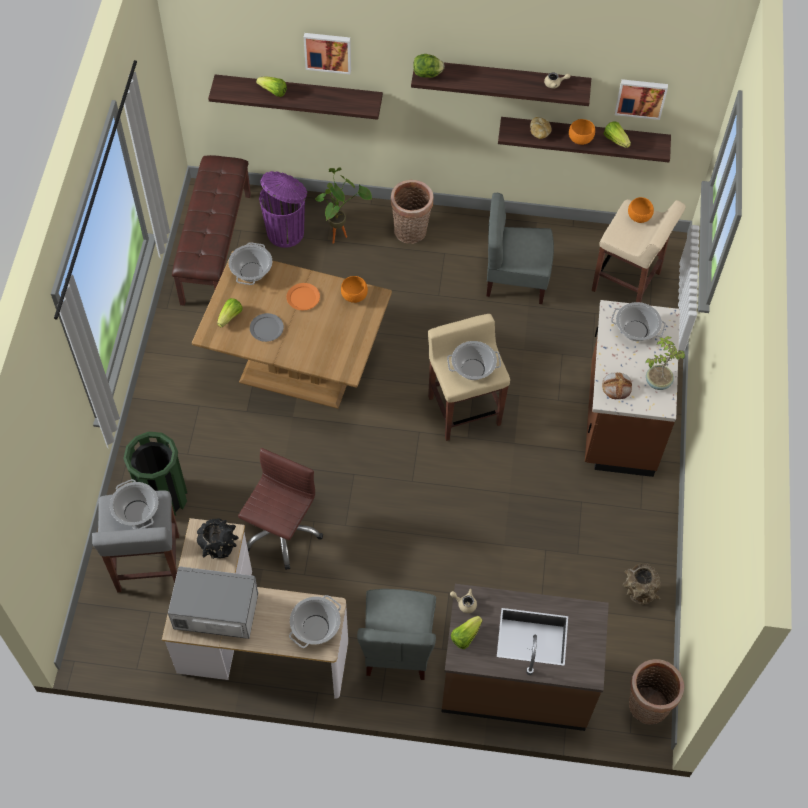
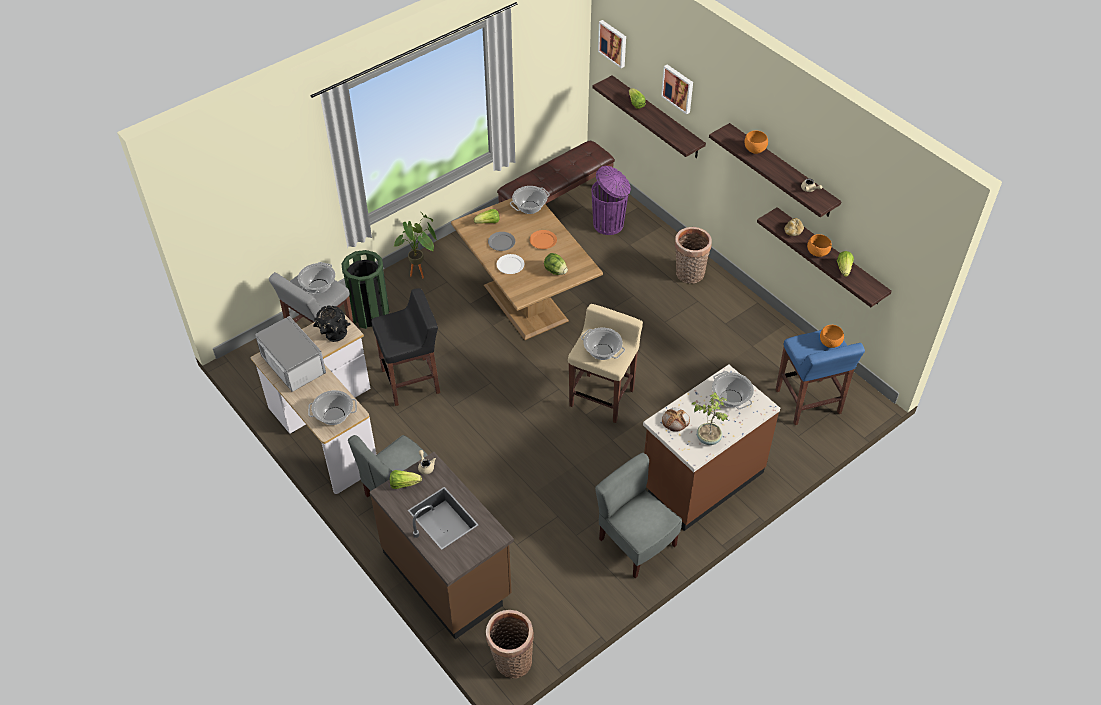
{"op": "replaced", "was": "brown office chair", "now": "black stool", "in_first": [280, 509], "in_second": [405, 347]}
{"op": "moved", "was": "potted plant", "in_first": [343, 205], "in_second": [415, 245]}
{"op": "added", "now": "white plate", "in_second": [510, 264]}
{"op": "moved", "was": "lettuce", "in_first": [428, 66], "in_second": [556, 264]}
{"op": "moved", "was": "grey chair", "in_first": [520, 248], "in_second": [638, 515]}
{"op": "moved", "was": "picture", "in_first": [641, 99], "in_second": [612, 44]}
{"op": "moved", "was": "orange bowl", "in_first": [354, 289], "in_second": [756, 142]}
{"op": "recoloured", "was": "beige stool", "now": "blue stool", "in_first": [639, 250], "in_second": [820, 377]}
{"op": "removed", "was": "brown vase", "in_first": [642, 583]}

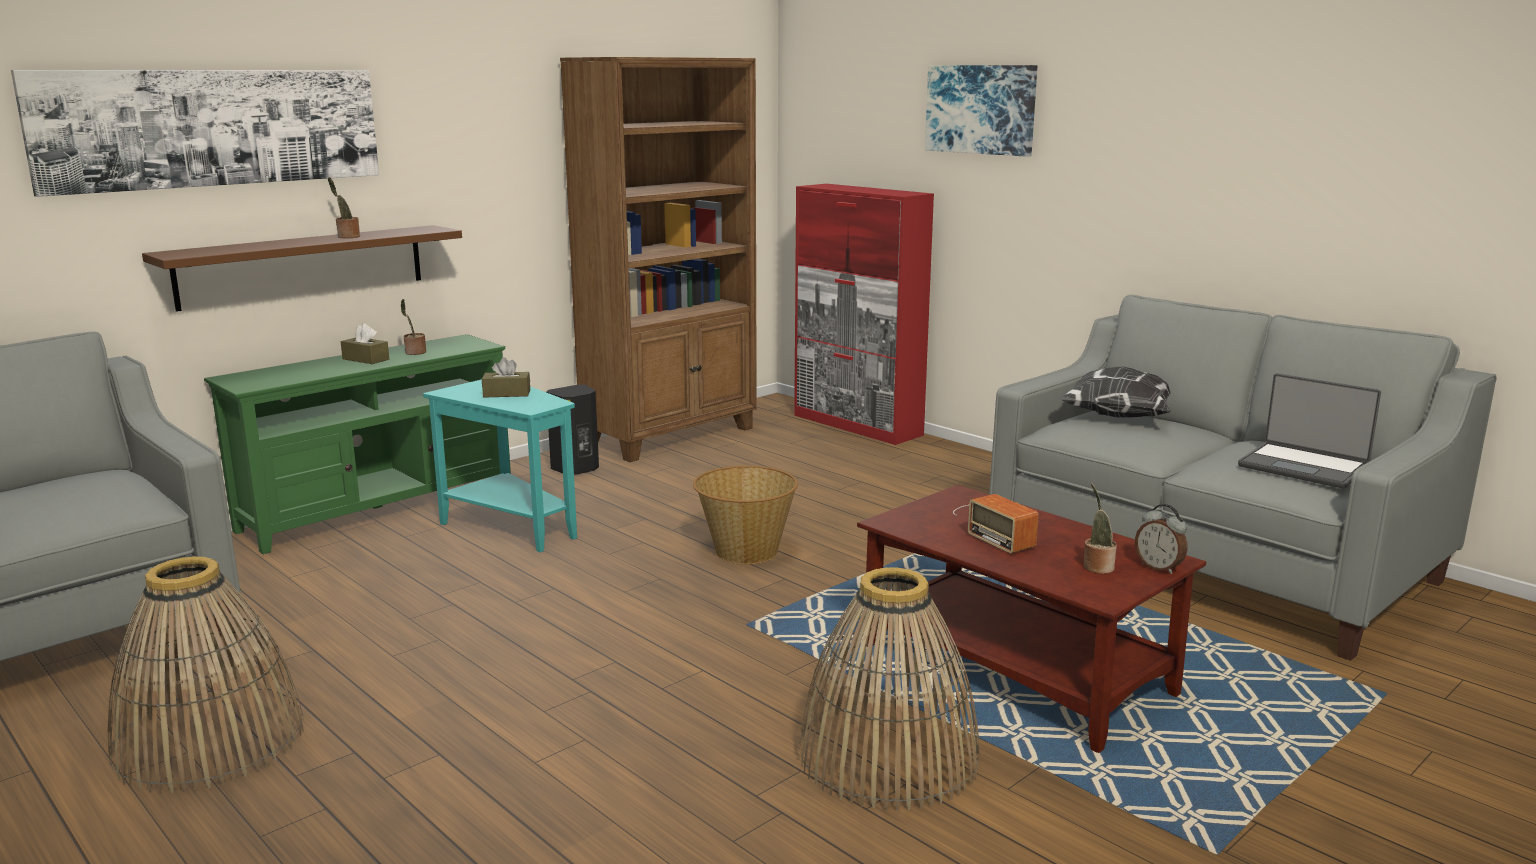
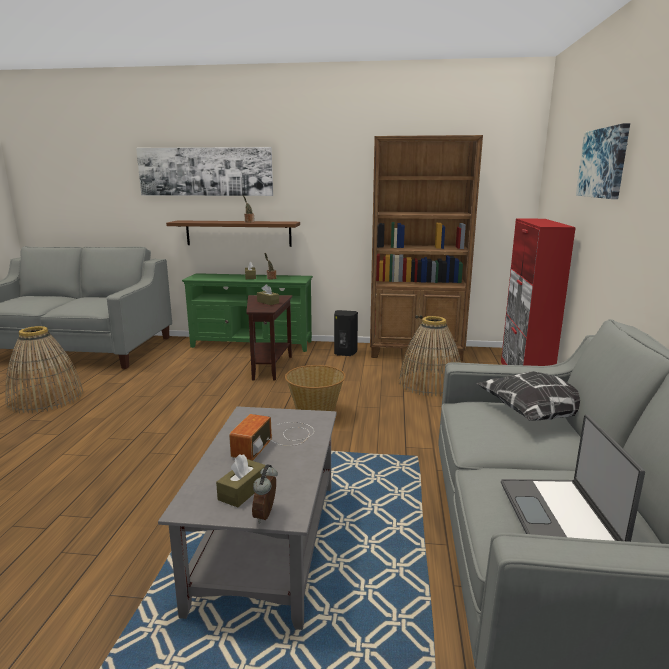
{"op": "recoloured", "was": "brown coffee table", "now": "grey coffee table", "in_first": [1031, 619], "in_second": [247, 518]}
{"op": "replaced", "was": "potted plant", "now": "brown tissue box", "in_first": [1100, 528], "in_second": [241, 481]}
{"op": "recoloured", "was": "turquoise side table", "now": "brown side table", "in_first": [500, 465], "in_second": [269, 337]}
{"op": "moved", "was": "basket", "in_first": [889, 689], "in_second": [430, 356]}

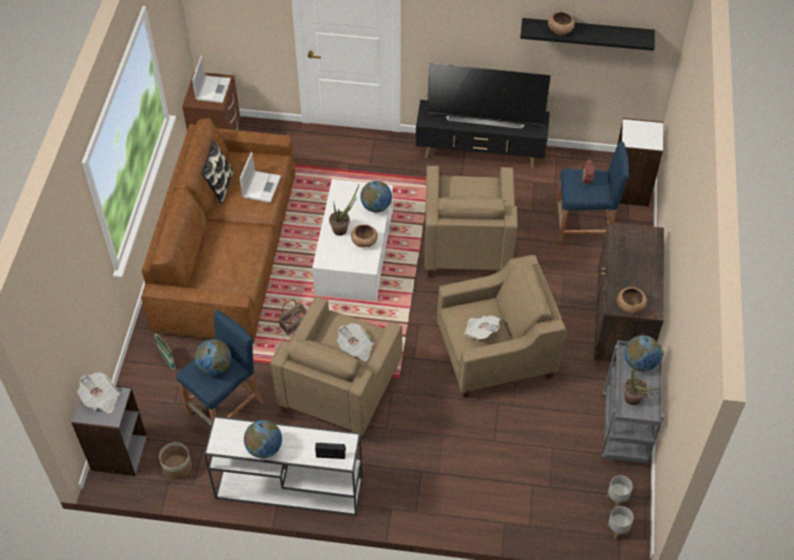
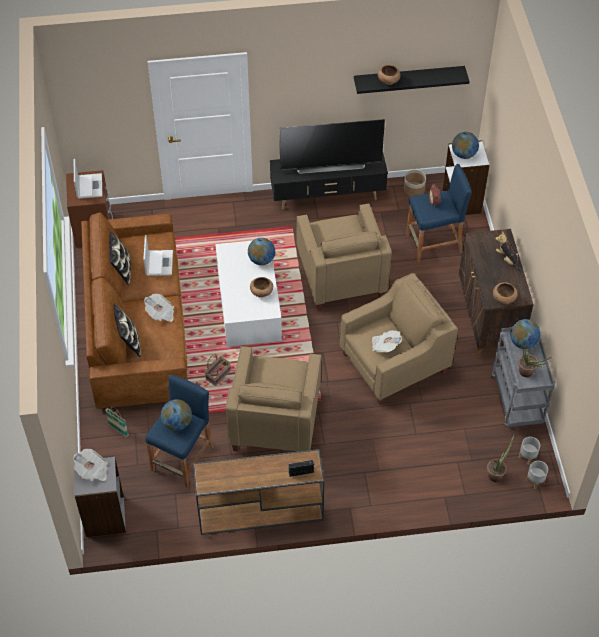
{"op": "added", "now": "pillow", "in_second": [127, 330]}
{"op": "moved", "was": "newspaper", "in_first": [355, 342], "in_second": [159, 308]}
{"op": "recoloured", "was": "white console table", "now": "brown console table", "in_first": [283, 466], "in_second": [258, 492]}
{"op": "moved", "was": "planter", "in_first": [175, 461], "in_second": [415, 183]}
{"op": "moved", "was": "globe", "in_first": [263, 439], "in_second": [465, 145]}
{"op": "moved", "was": "potted plant", "in_first": [344, 210], "in_second": [500, 458]}
{"op": "added", "now": "plush toy", "in_second": [508, 251]}

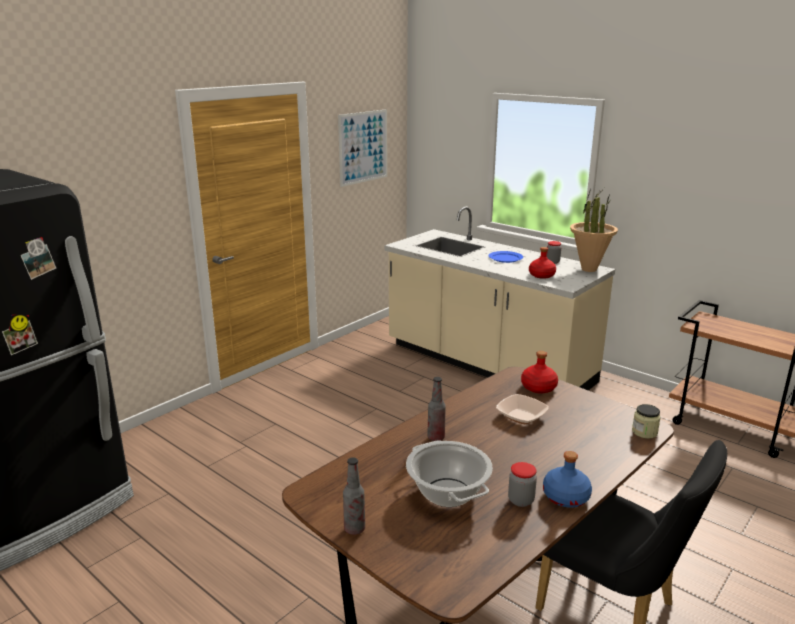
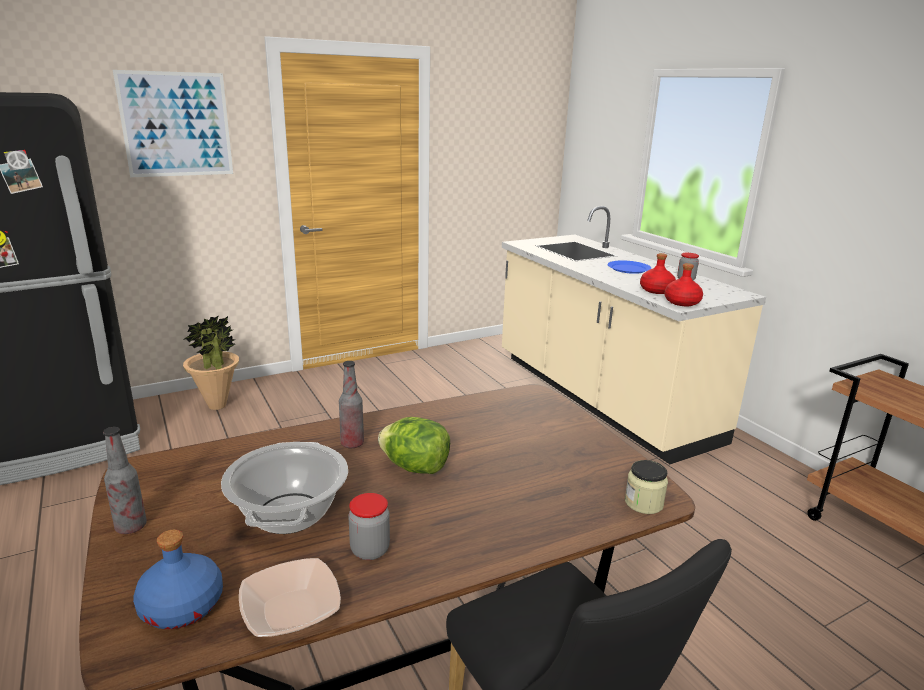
{"op": "moved", "was": "picture", "in_first": [362, 148], "in_second": [173, 123]}
{"op": "moved", "was": "blue bottle", "in_first": [567, 479], "in_second": [178, 579]}
{"op": "moved", "was": "potted plant", "in_first": [594, 230], "in_second": [211, 362]}
{"op": "moved", "was": "bowl", "in_first": [522, 409], "in_second": [290, 597]}
{"op": "added", "now": "lettuce", "in_second": [414, 445]}
{"op": "moved", "was": "red bottle", "in_first": [539, 372], "in_second": [683, 284]}

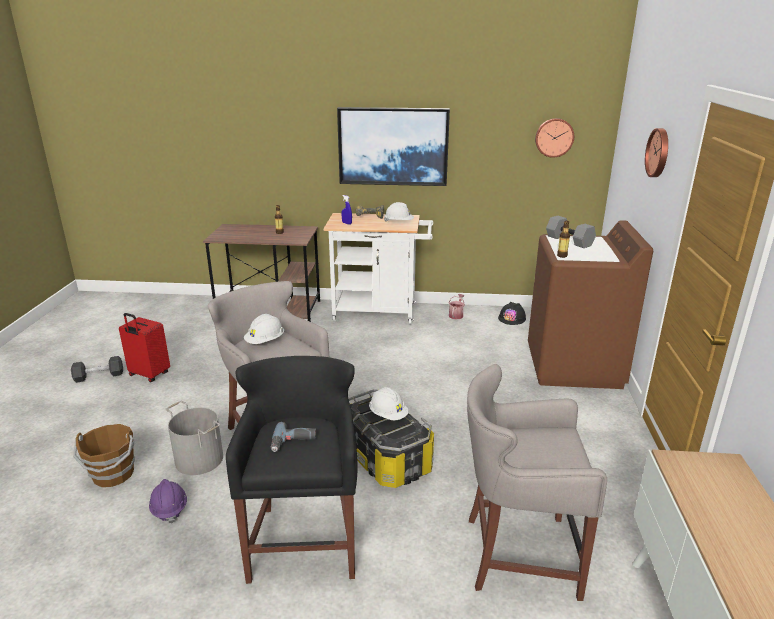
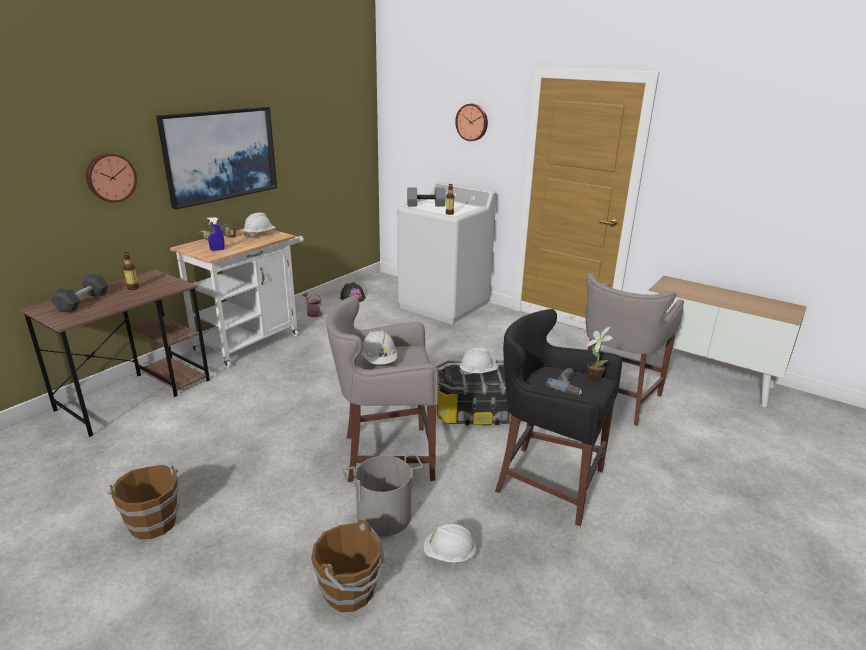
{"op": "moved", "was": "black dumbbell", "in_first": [97, 369], "in_second": [80, 293]}
{"op": "moved", "was": "wall clock", "in_first": [554, 138], "in_second": [111, 178]}
{"op": "replaced", "was": "red suitcase", "now": "brown bucket", "in_first": [144, 347], "in_second": [143, 502]}
{"op": "recoloured", "was": "brown washing machine", "now": "white washing machine", "in_first": [590, 304], "in_second": [447, 253]}
{"op": "recoloured", "was": "purple hard hat", "now": "white hard hat", "in_first": [168, 501], "in_second": [450, 543]}
{"op": "added", "now": "potted plant", "in_second": [599, 354]}

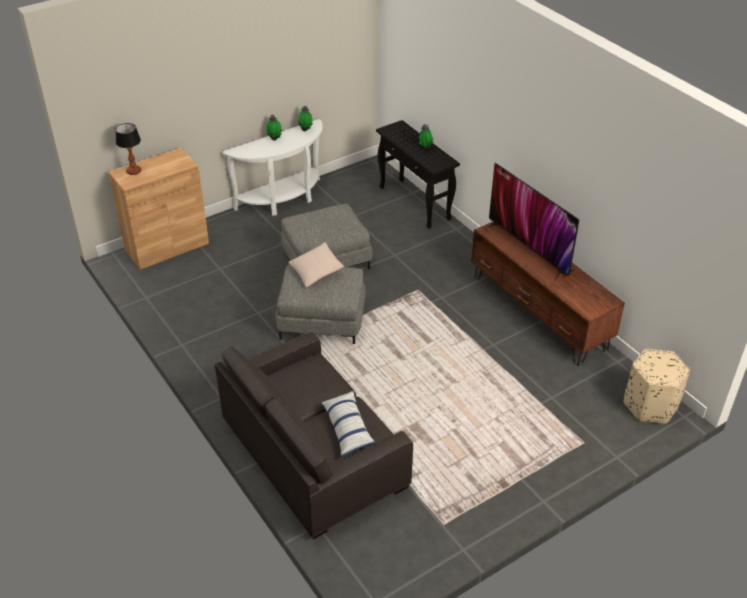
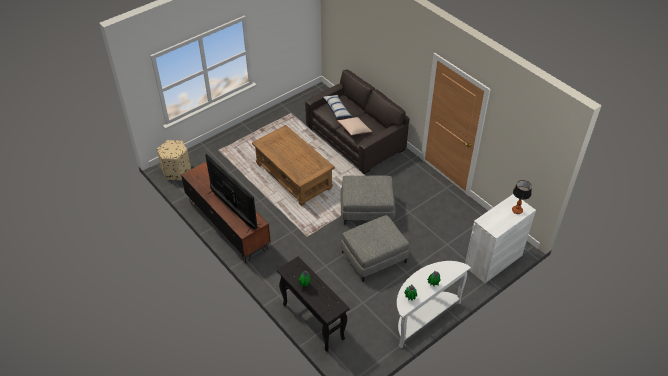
{"op": "added", "now": "brown coffee table", "in_second": [293, 165]}
{"op": "moved", "was": "beige pillow", "in_first": [316, 265], "in_second": [354, 126]}
{"op": "recoloured", "was": "brown cabinet", "now": "white cabinet", "in_first": [158, 209], "in_second": [500, 238]}

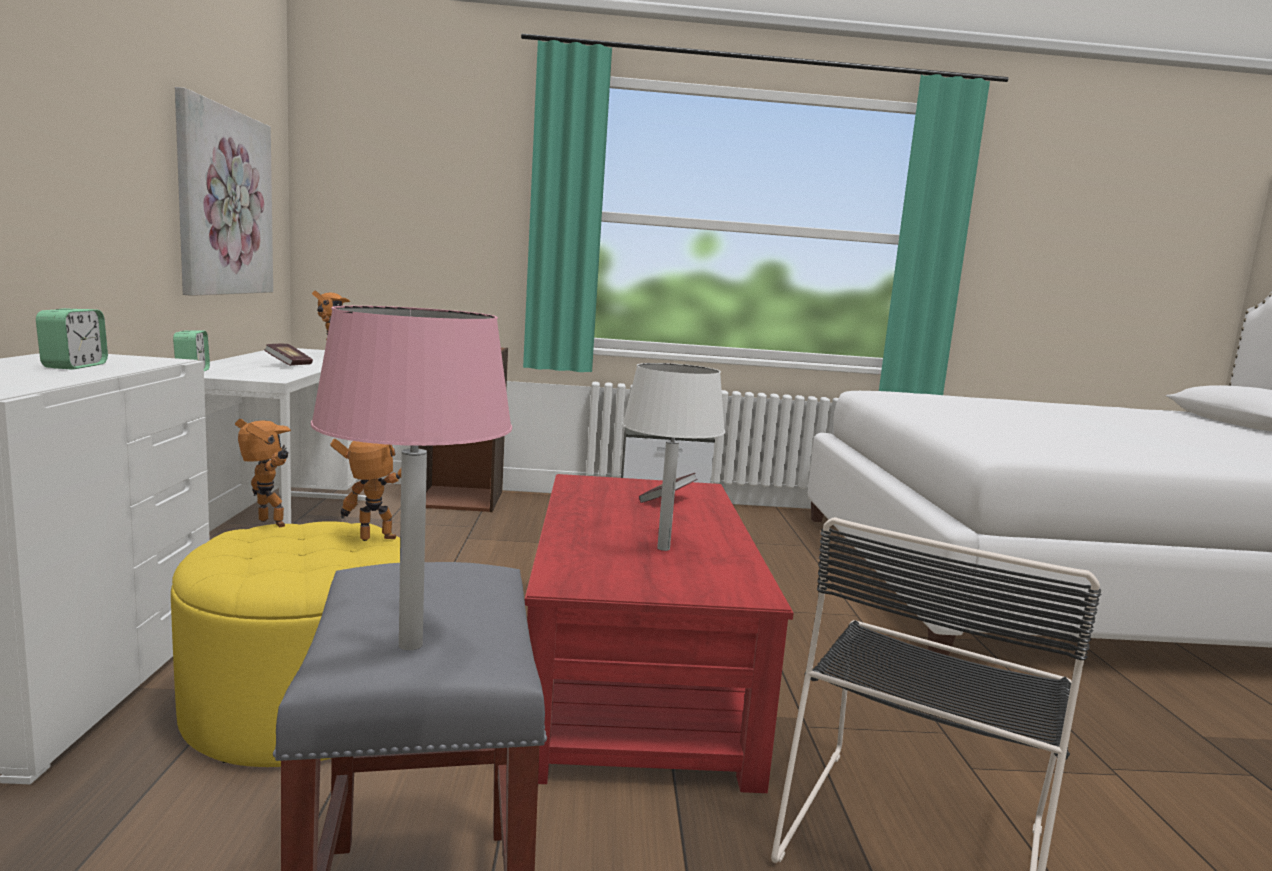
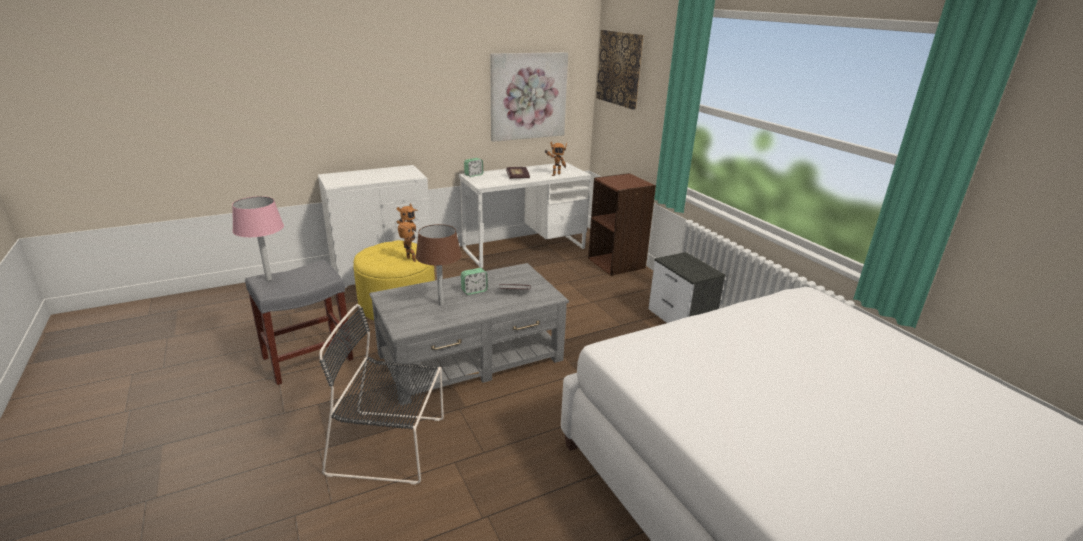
{"op": "recoloured", "was": "red coffee table", "now": "grey coffee table", "in_first": [659, 633], "in_second": [469, 334]}
{"op": "recoloured", "was": "white table lamp", "now": "brown table lamp", "in_first": [673, 457], "in_second": [438, 265]}
{"op": "moved", "was": "alarm clock", "in_first": [72, 339], "in_second": [474, 281]}
{"op": "added", "now": "picture", "in_second": [620, 70]}

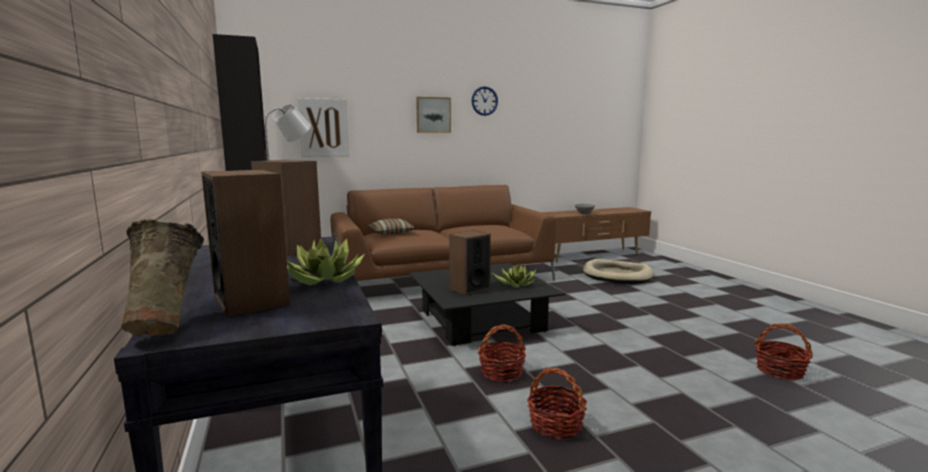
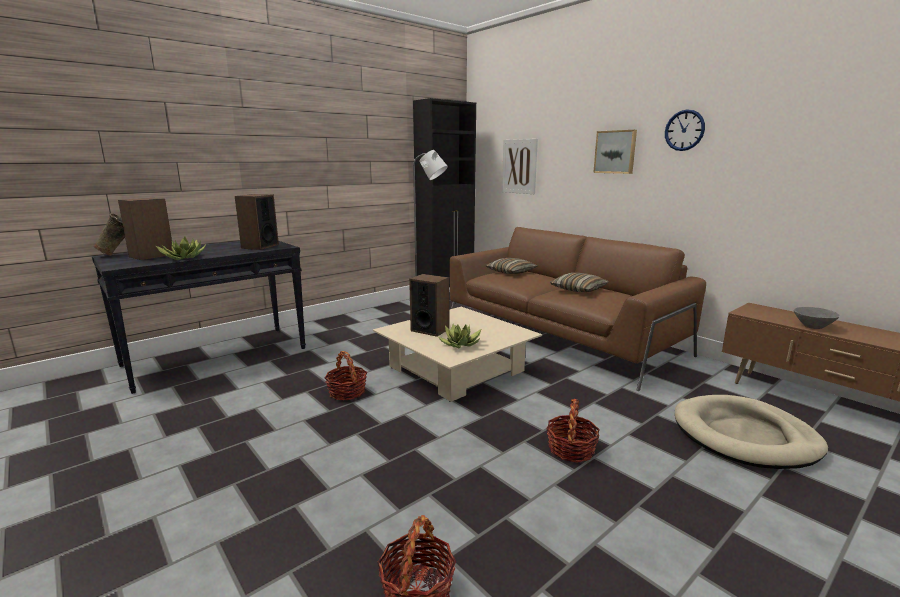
{"op": "recoloured", "was": "black coffee table", "now": "beige coffee table", "in_first": [487, 304], "in_second": [457, 354]}
{"op": "moved", "was": "basket", "in_first": [557, 403], "in_second": [573, 431]}
{"op": "added", "now": "pillow", "in_second": [579, 282]}

